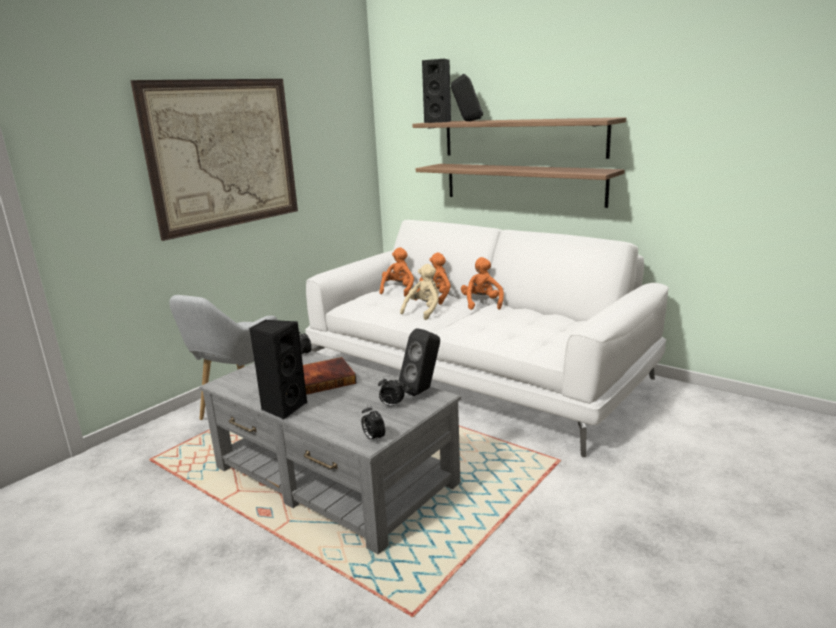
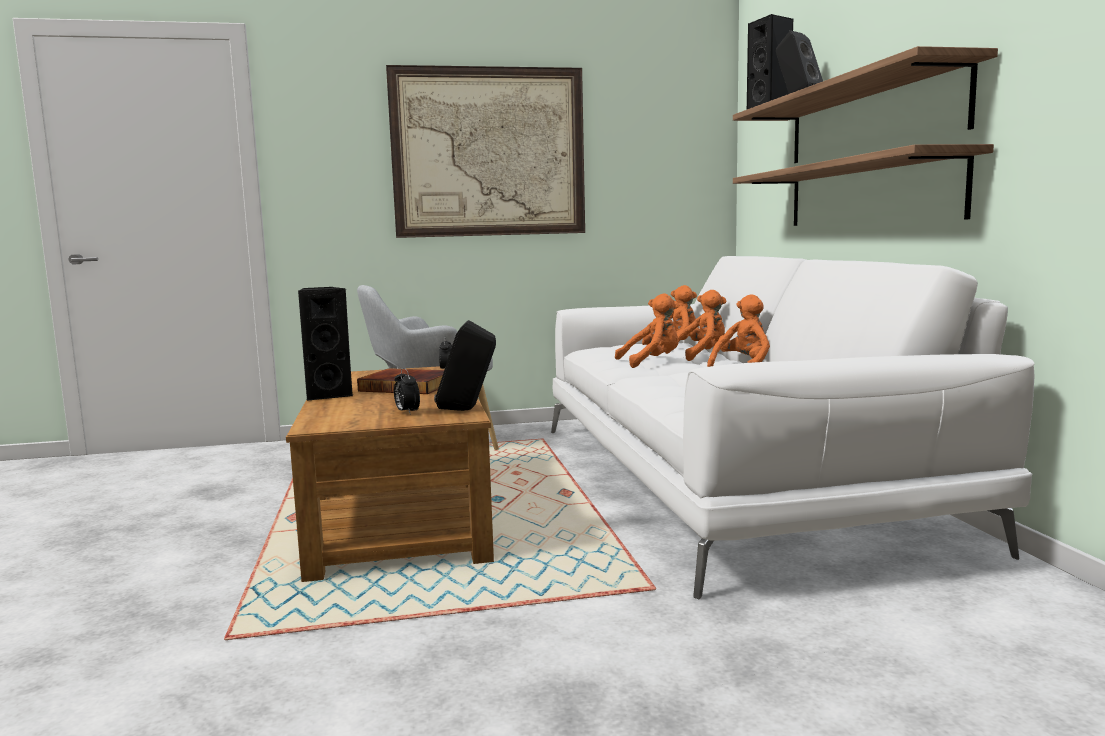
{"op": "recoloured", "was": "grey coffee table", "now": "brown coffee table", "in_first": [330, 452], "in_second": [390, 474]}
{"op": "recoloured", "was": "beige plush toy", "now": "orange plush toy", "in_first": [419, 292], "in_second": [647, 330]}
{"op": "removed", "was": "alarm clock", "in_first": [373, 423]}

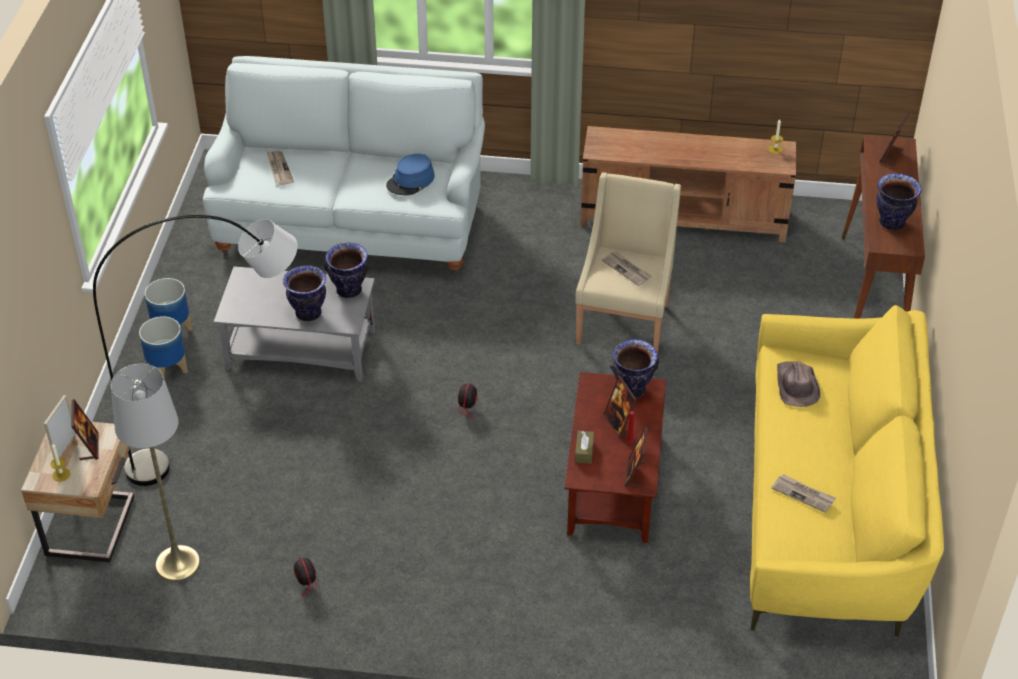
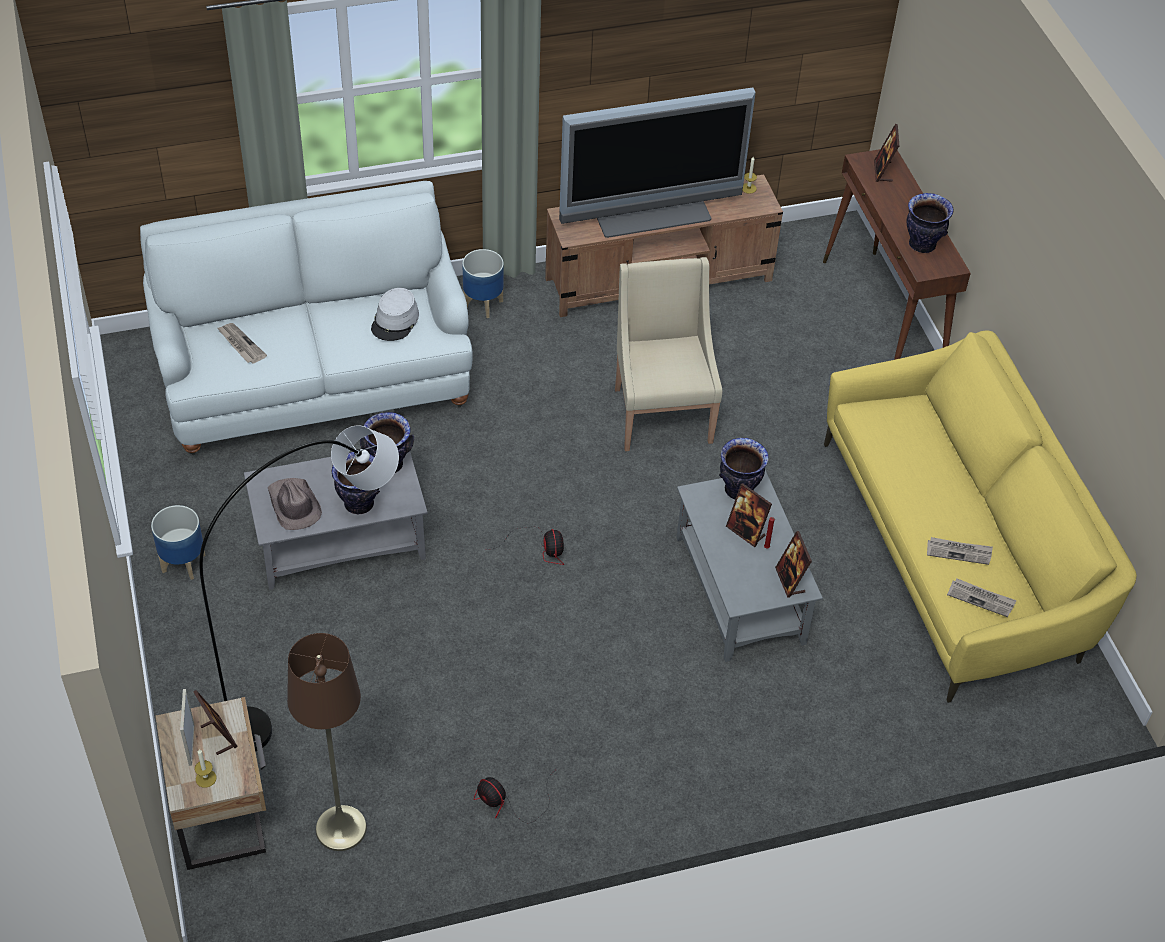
{"op": "moved", "was": "brown hat", "in_first": [798, 384], "in_second": [295, 504]}
{"op": "recoloured", "was": "grey floor lamp", "now": "brown floor lamp", "in_first": [155, 473], "in_second": [327, 742]}
{"op": "recoloured", "was": "blue hat", "now": "grey hat", "in_first": [410, 174], "in_second": [395, 314]}
{"op": "moved", "was": "planter", "in_first": [163, 347], "in_second": [483, 283]}
{"op": "added", "now": "television", "in_second": [657, 162]}
{"op": "recoloured", "was": "brown coffee table", "now": "grey coffee table", "in_first": [615, 457], "in_second": [749, 566]}
{"op": "moved", "was": "newspaper", "in_first": [626, 269], "in_second": [982, 597]}
{"op": "removed", "was": "brown tissue box", "in_first": [584, 447]}

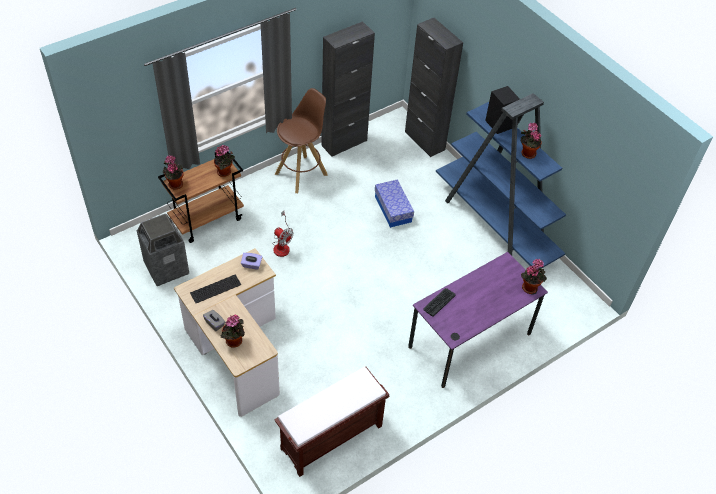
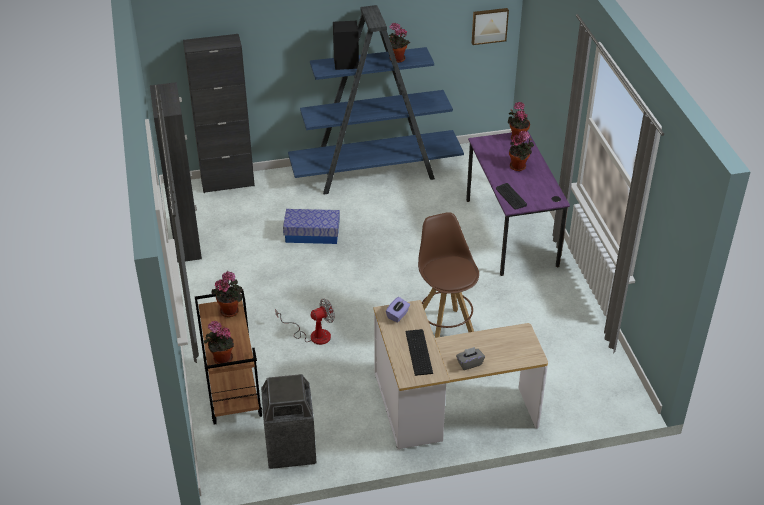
{"op": "moved", "was": "brown stool", "in_first": [301, 140], "in_second": [448, 275]}
{"op": "added", "now": "picture", "in_second": [490, 26]}
{"op": "moved", "was": "potted plant", "in_first": [232, 331], "in_second": [521, 151]}
{"op": "removed", "was": "brown bench", "in_first": [331, 421]}

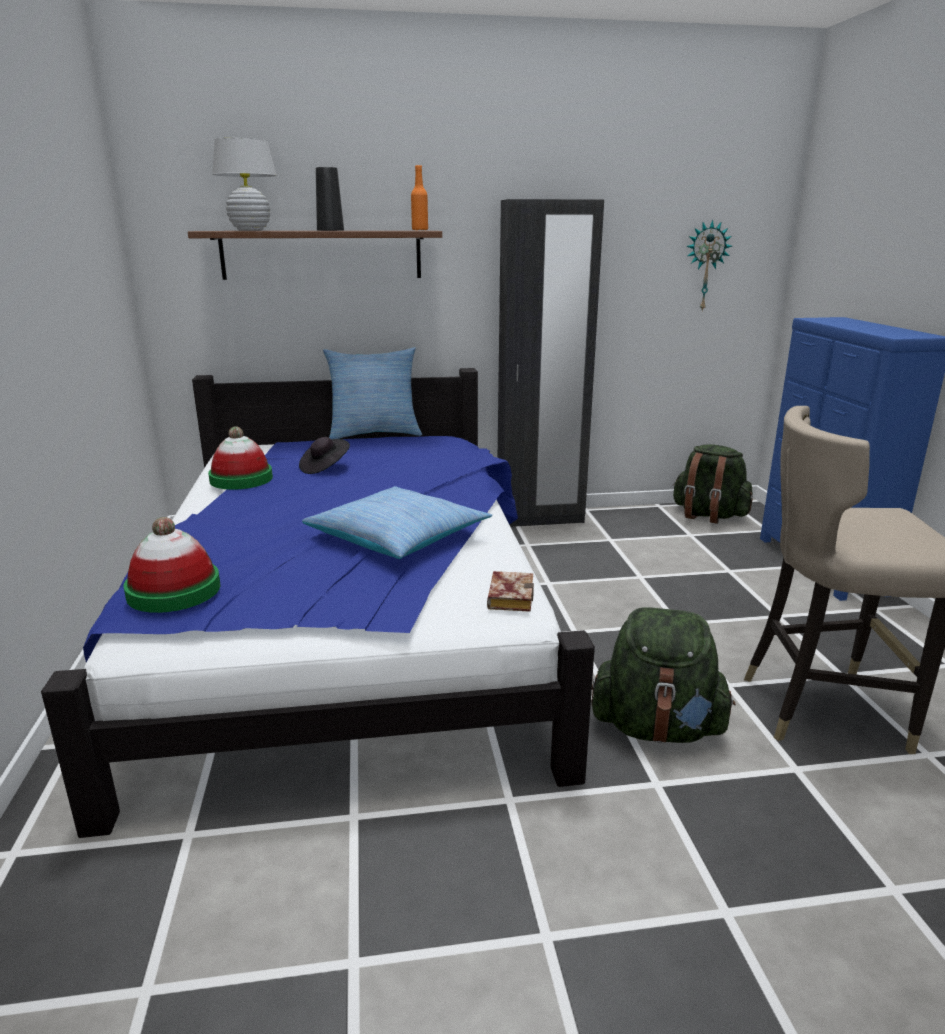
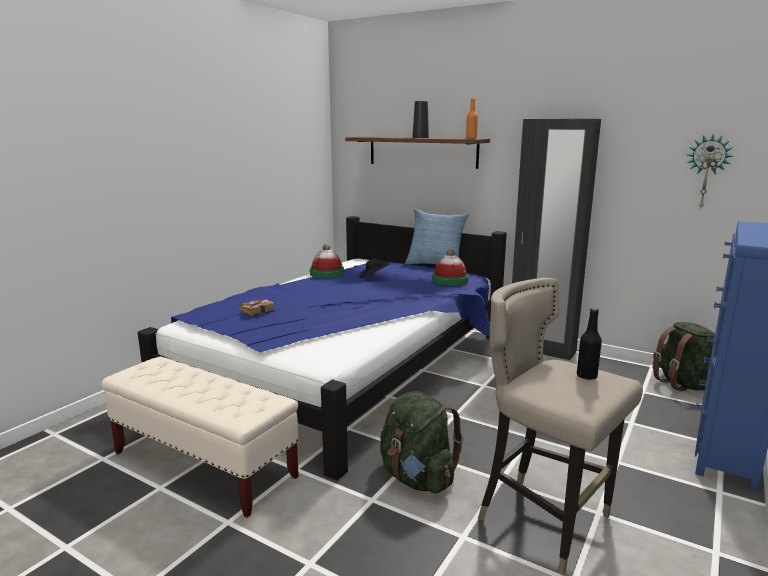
{"op": "added", "now": "beige bench", "in_second": [200, 437]}
{"op": "moved", "was": "book", "in_first": [510, 591], "in_second": [257, 307]}
{"op": "moved", "was": "hat", "in_first": [171, 565], "in_second": [450, 267]}
{"op": "added", "now": "black bottle", "in_second": [589, 344]}
{"op": "removed", "was": "white table lamp", "in_first": [244, 184]}
{"op": "removed", "was": "pillow", "in_first": [397, 522]}

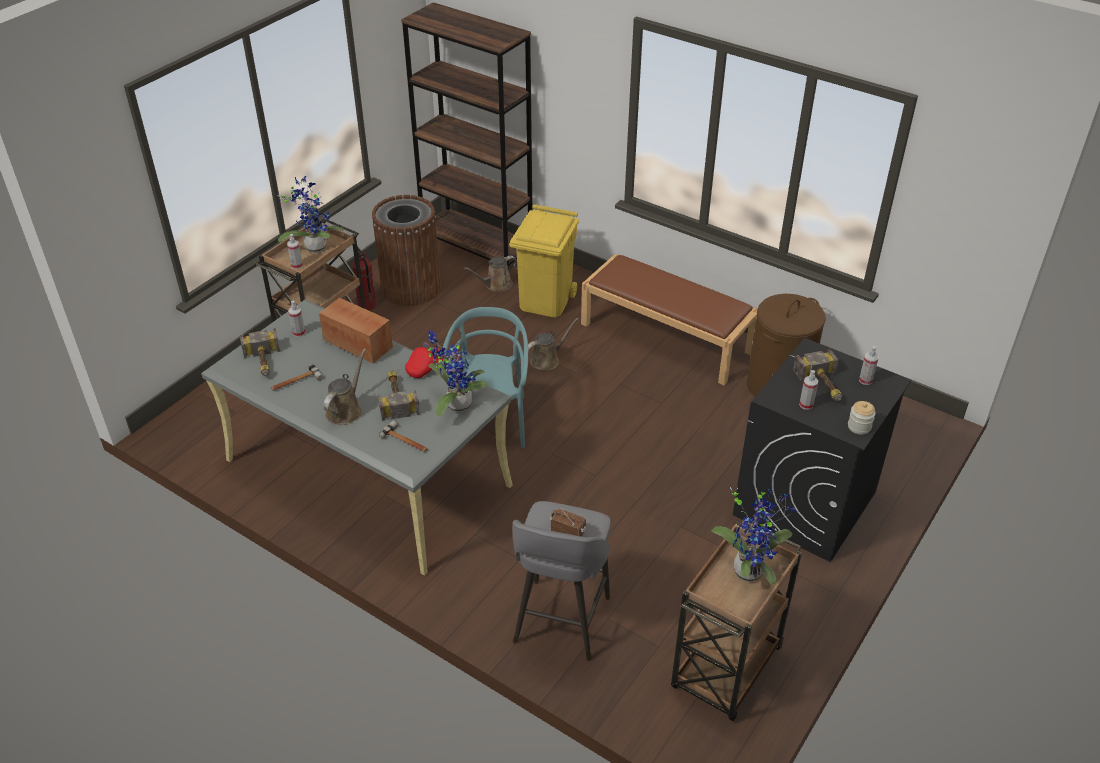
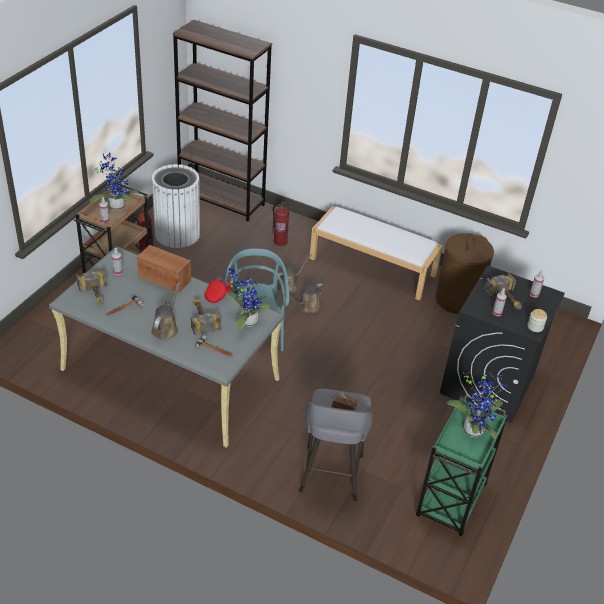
{"op": "recoloured", "was": "brown trash can", "now": "white trash can", "in_first": [406, 250], "in_second": [175, 206]}
{"op": "replaced", "was": "yellow trash can", "now": "fire extinguisher", "in_first": [544, 260], "in_second": [282, 224]}
{"op": "moved", "was": "brown watering can", "in_first": [490, 273], "in_second": [307, 298]}
{"op": "recoloured", "was": "brown bench", "now": "white bench", "in_first": [669, 319], "in_second": [376, 253]}
{"op": "recoloured", "was": "brown cart", "now": "green cart", "in_first": [736, 621], "in_second": [462, 465]}

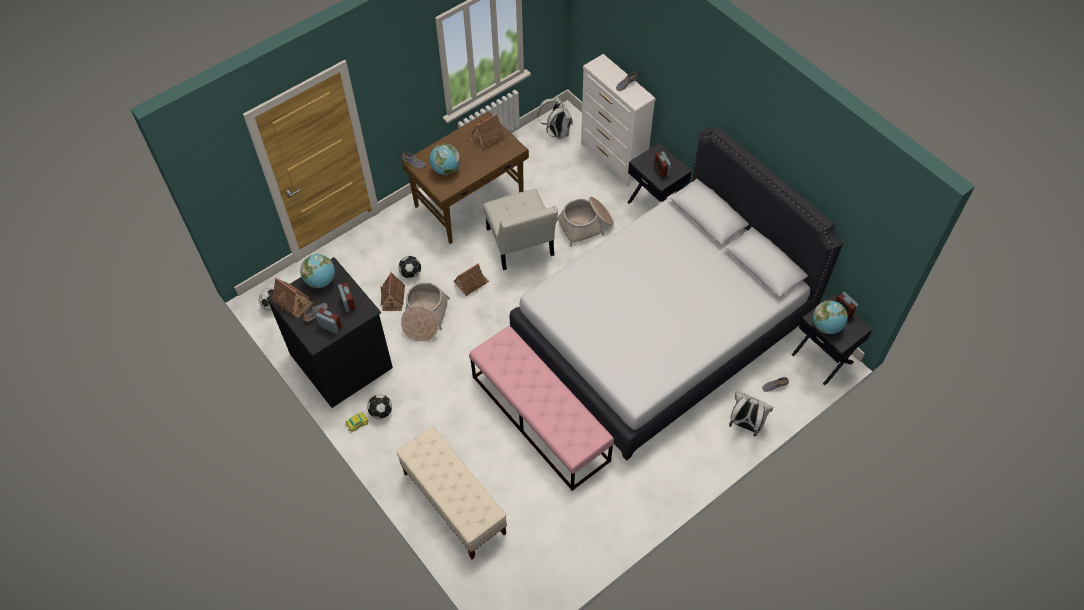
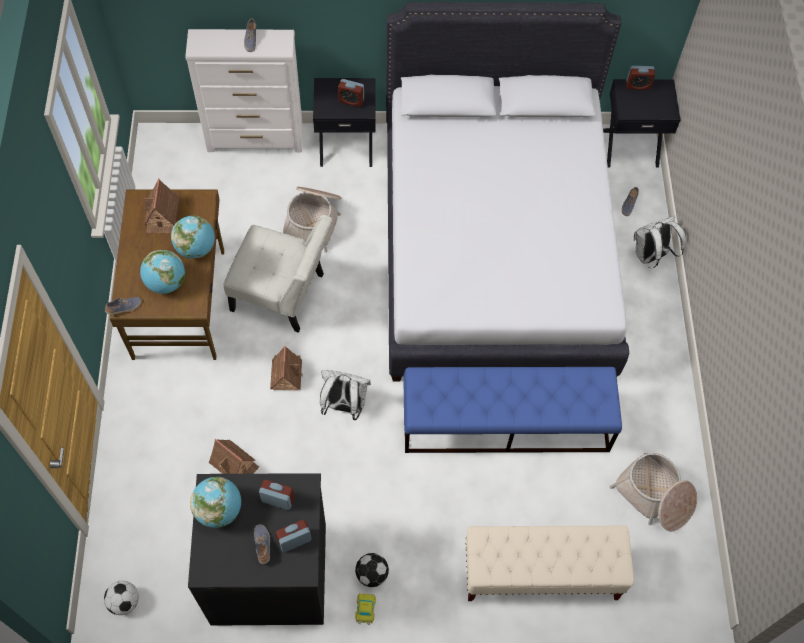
{"op": "moved", "was": "globe", "in_first": [830, 317], "in_second": [193, 237]}
{"op": "moved", "was": "white backpack", "in_first": [555, 118], "in_second": [345, 395]}
{"op": "recoloured", "was": "pink bench", "now": "blue bench", "in_first": [541, 408], "in_second": [512, 410]}
{"op": "moved", "was": "basket", "in_first": [425, 312], "in_second": [653, 492]}
{"op": "removed", "was": "toy house", "in_first": [292, 297]}
{"op": "removed", "was": "football", "in_first": [410, 267]}

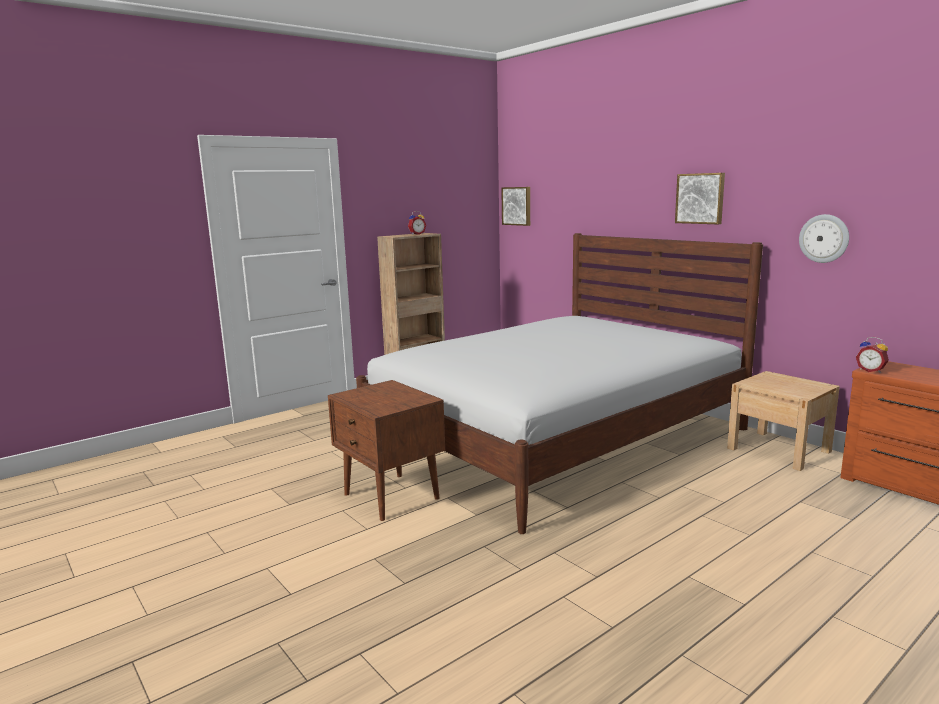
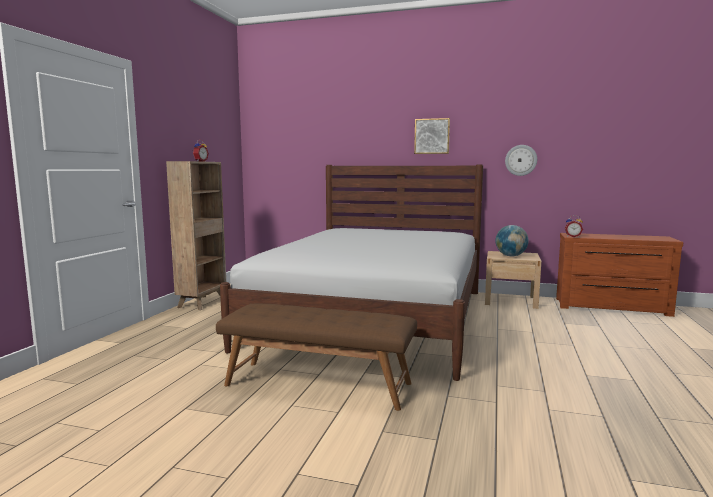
{"op": "replaced", "was": "brown nightstand", "now": "brown bench", "in_first": [386, 450], "in_second": [316, 357]}
{"op": "added", "now": "globe", "in_second": [512, 240]}
{"op": "removed", "was": "picture", "in_first": [515, 206]}

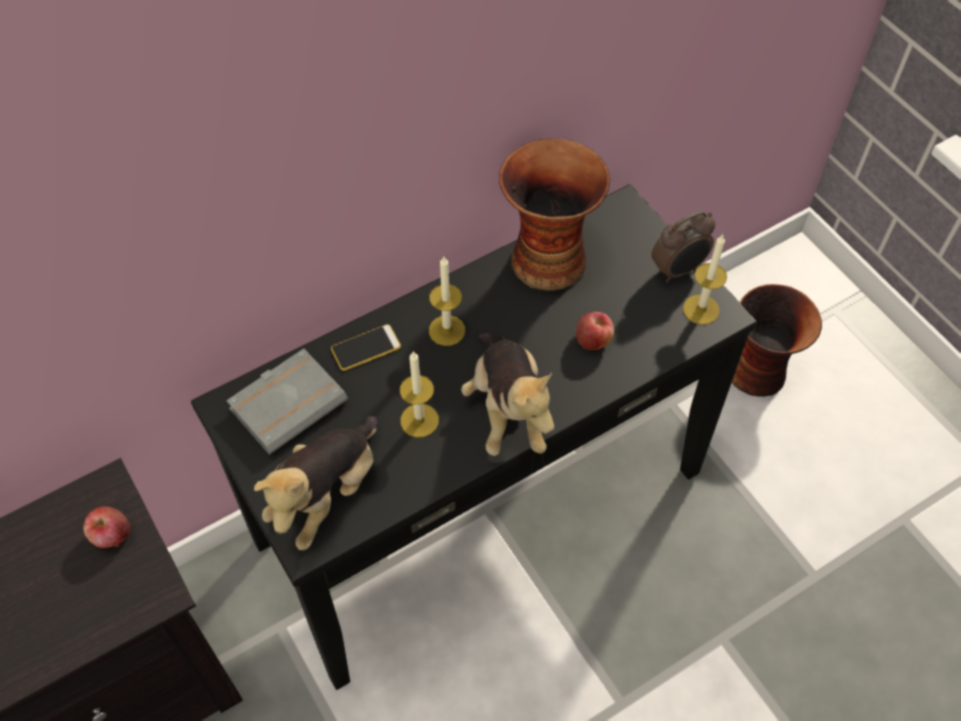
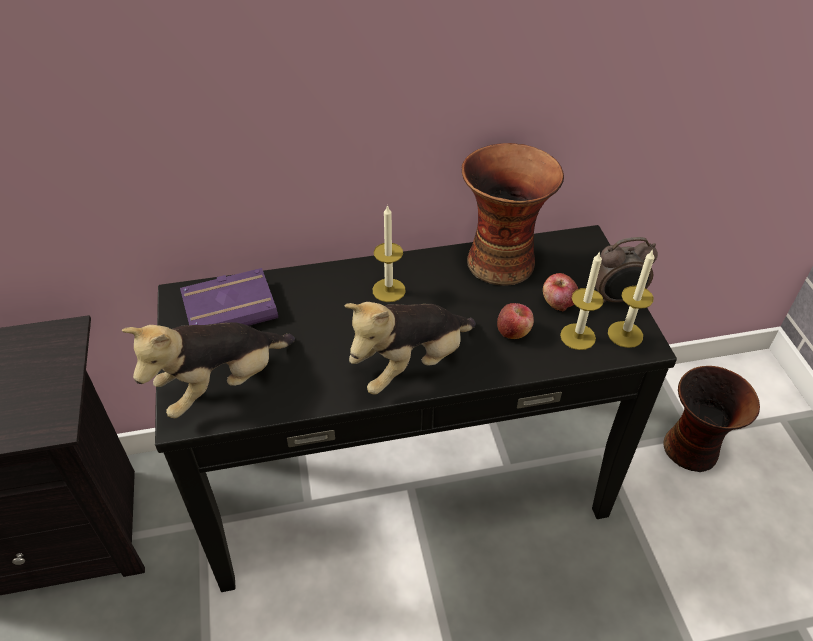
{"op": "recoloured", "was": "grey book", "now": "purple book", "in_first": [287, 401], "in_second": [229, 297]}
{"op": "turned", "was": "plush toy", "in_first": [507, 394], "in_second": [410, 348], "clockwise": 45}
{"op": "moved", "was": "apple", "in_first": [106, 527], "in_second": [560, 292]}
{"op": "moved", "was": "candle", "in_first": [419, 394], "in_second": [582, 300]}
{"op": "removed", "was": "phone", "in_first": [366, 347]}

